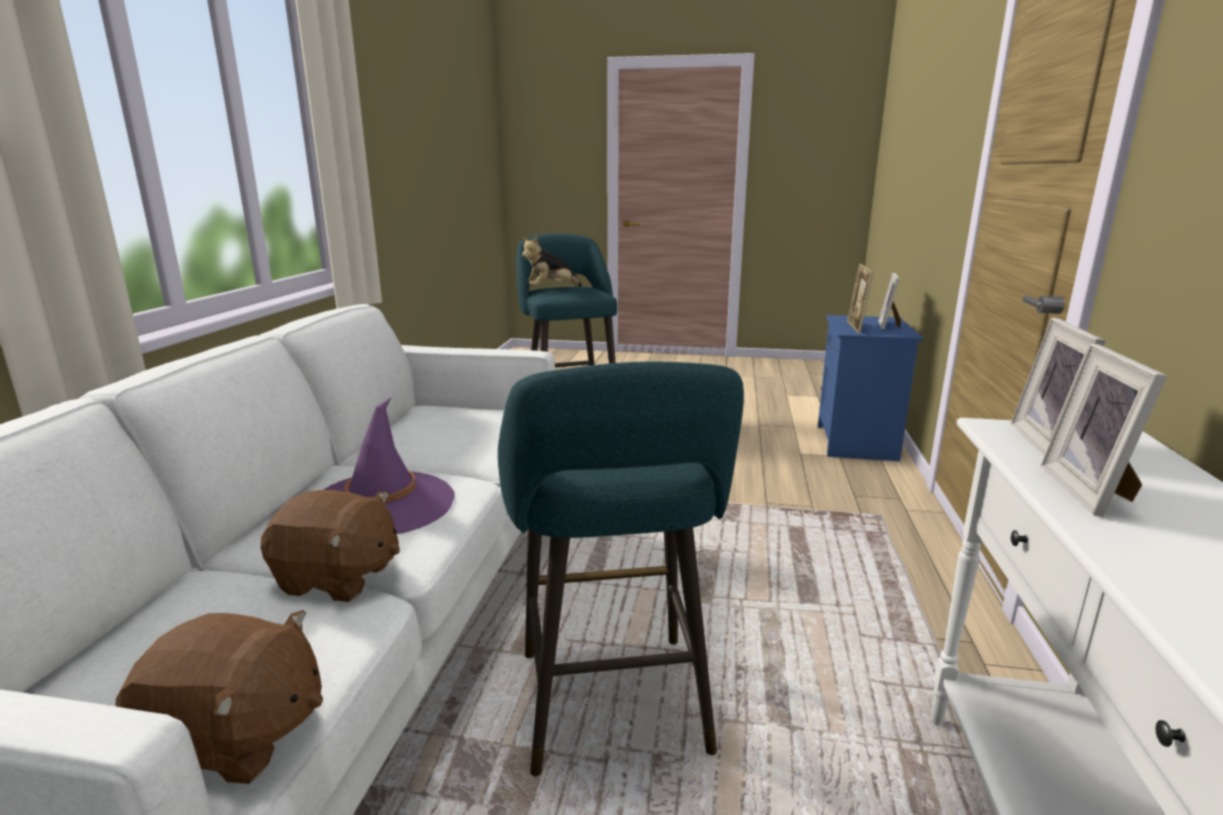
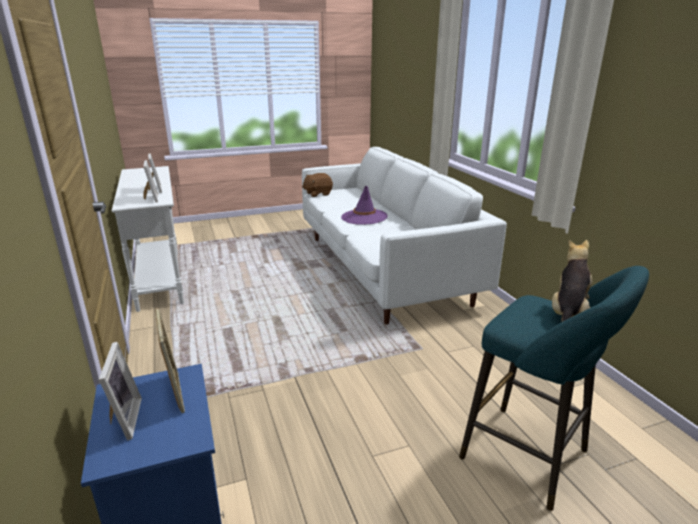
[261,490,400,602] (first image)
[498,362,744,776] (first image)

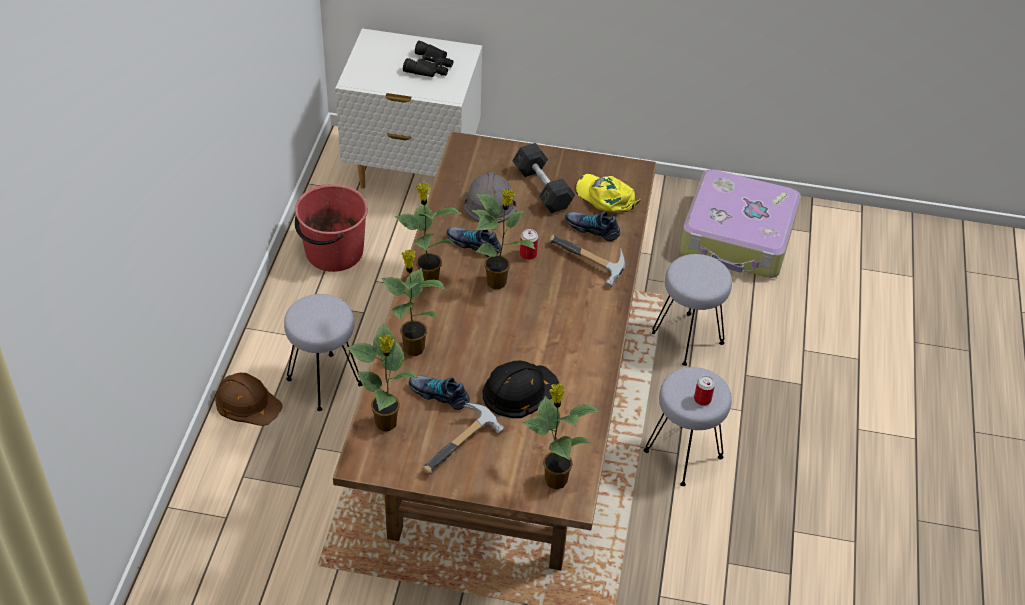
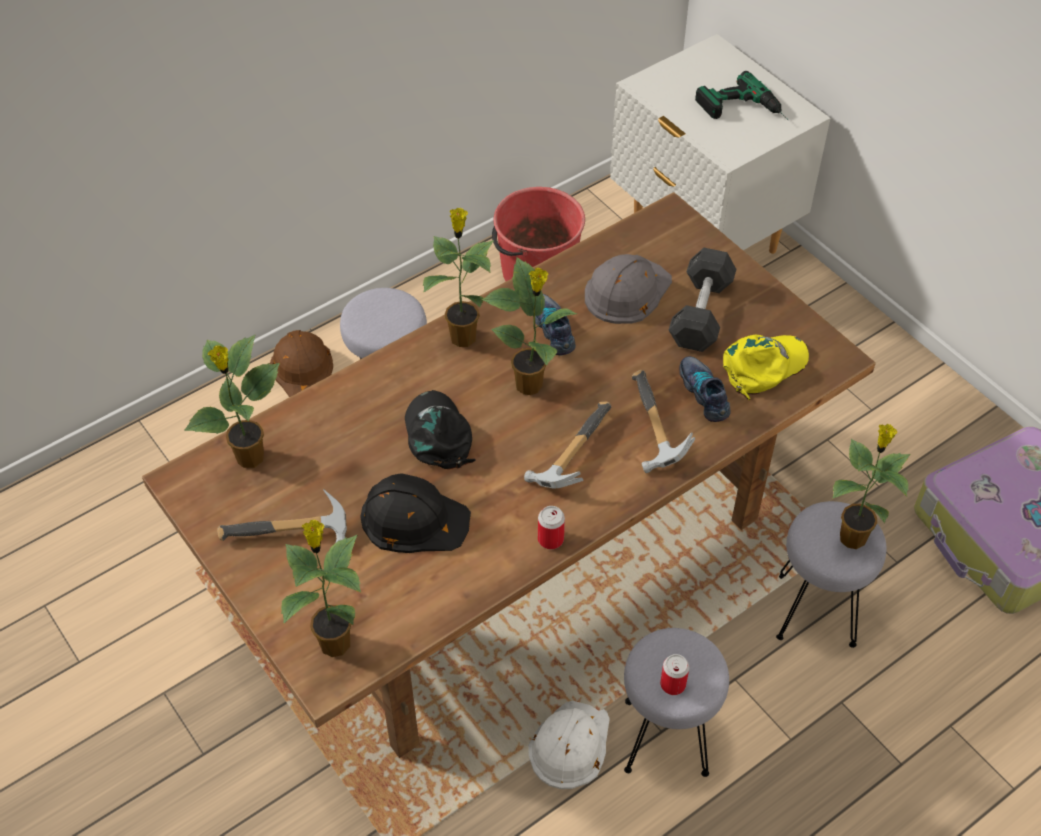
[832,424,911,549]
[695,71,789,121]
[409,375,470,410] (first image)
[538,506,565,549]
[723,335,809,400]
[405,390,476,469]
[524,401,611,488]
[528,701,610,789]

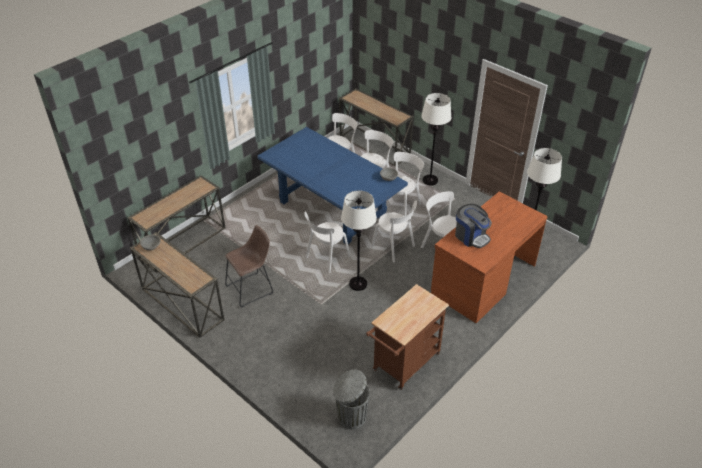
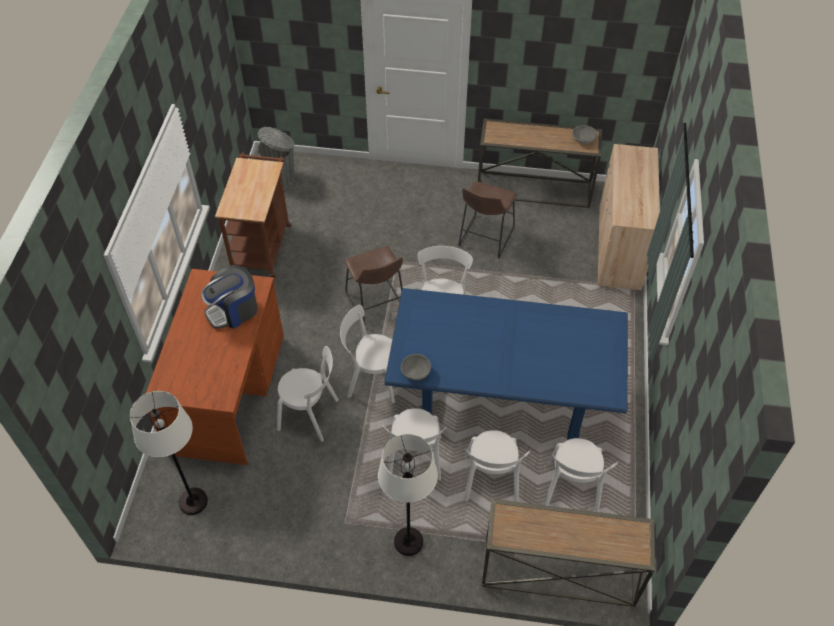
[598,144,660,291]
[344,246,403,324]
[201,265,258,329]

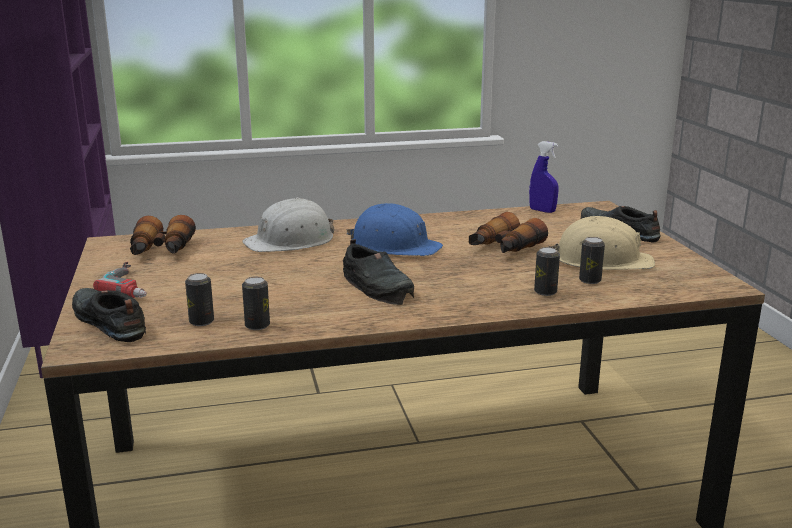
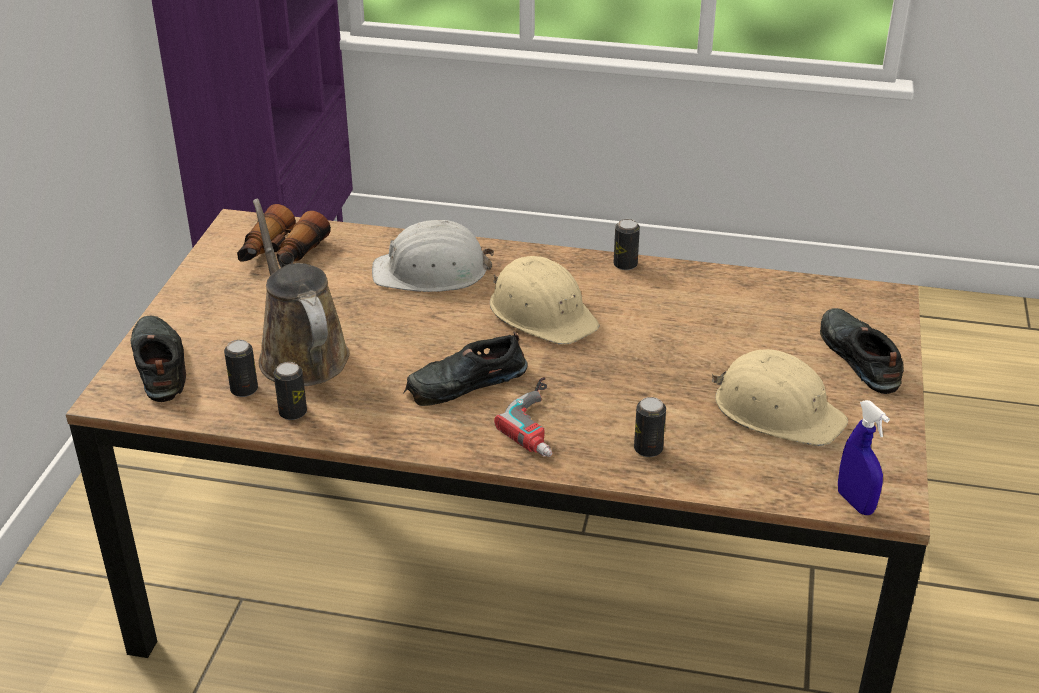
[494,377,552,457]
[403,331,528,406]
[490,256,599,345]
[469,212,548,253] (first image)
[838,400,890,515]
[614,219,640,270]
[253,199,350,386]

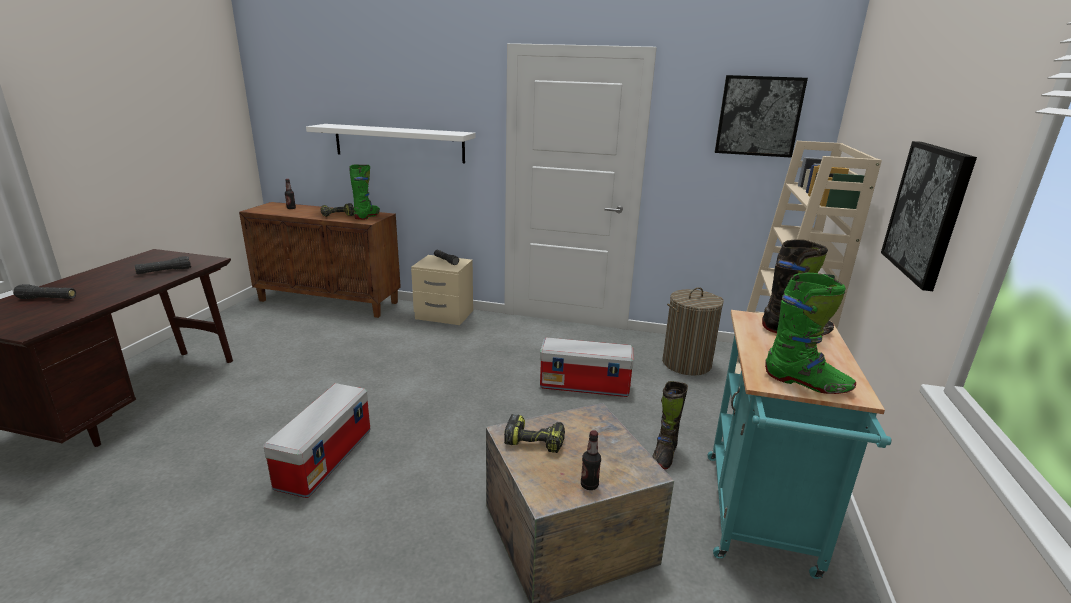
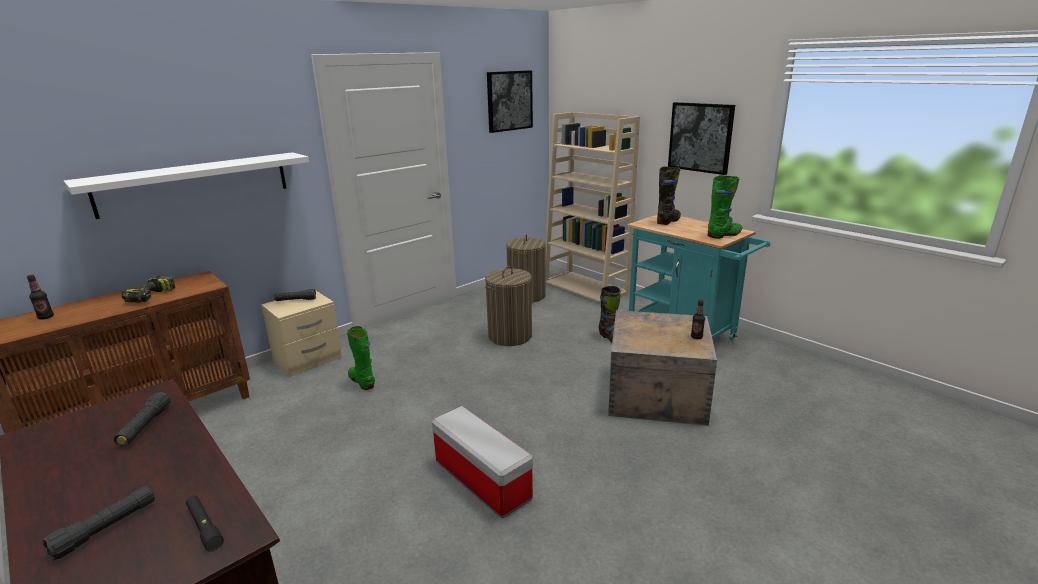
[347,326,375,390]
[504,414,565,453] (first image)
[485,266,532,346]
[186,496,224,552]

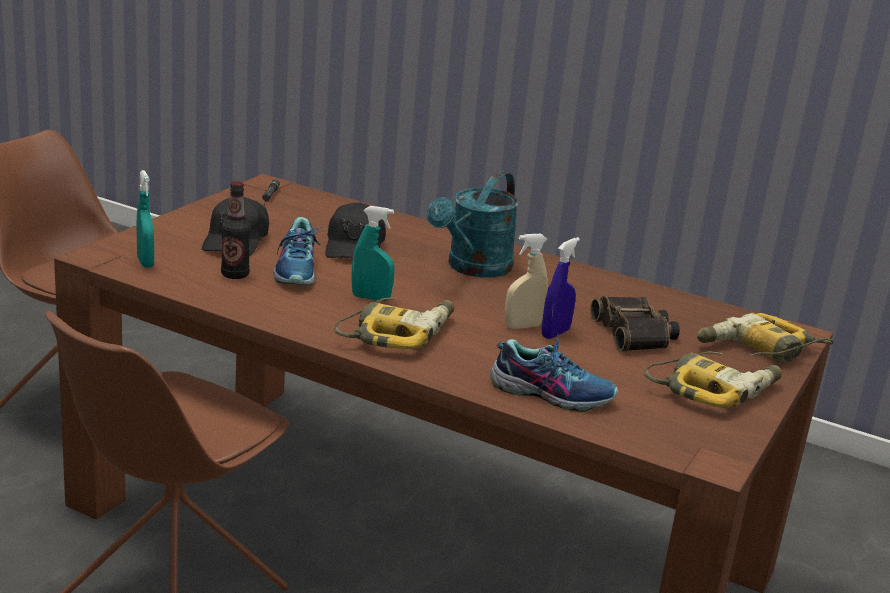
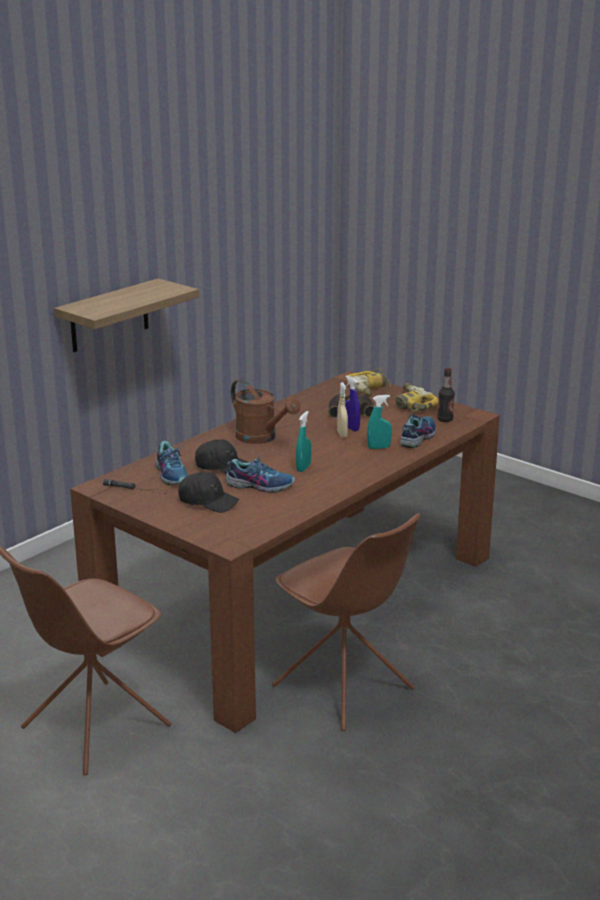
[367,395,392,449]
[437,368,455,422]
[334,297,454,349] (first image)
[231,379,300,444]
[54,278,199,352]
[155,441,188,485]

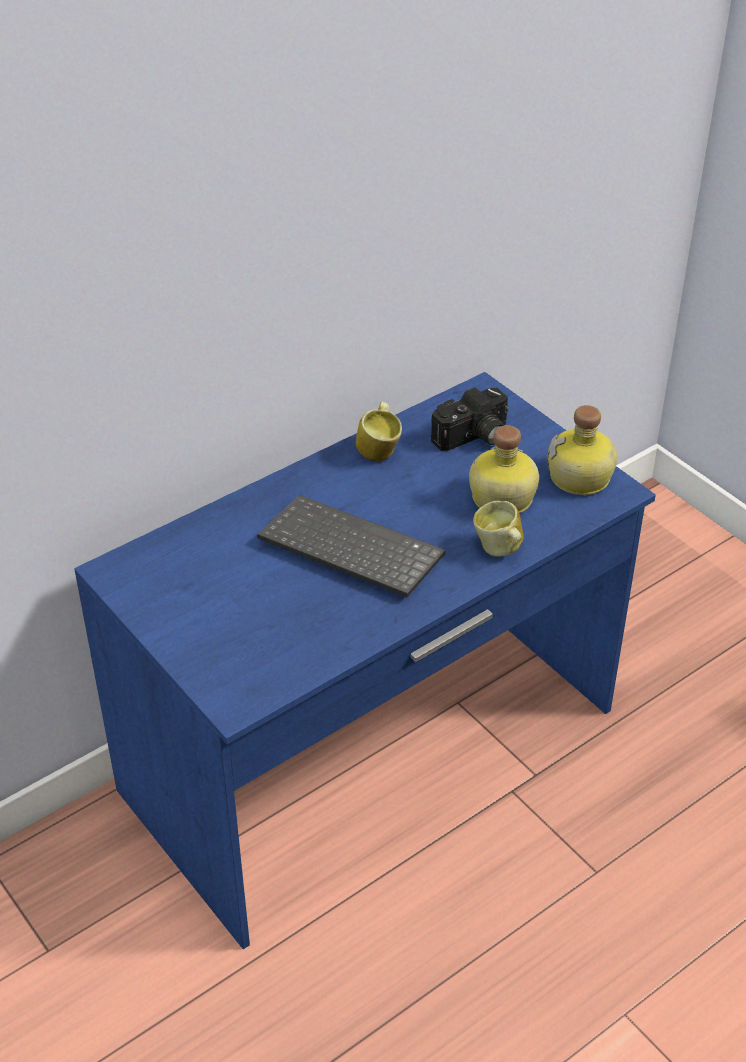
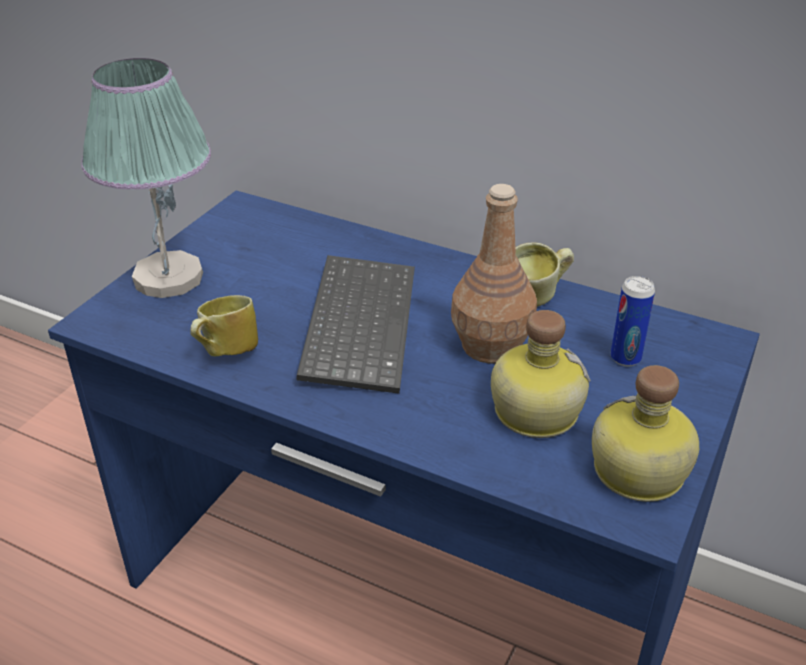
[611,276,655,366]
[190,295,258,357]
[81,58,211,298]
[451,184,537,364]

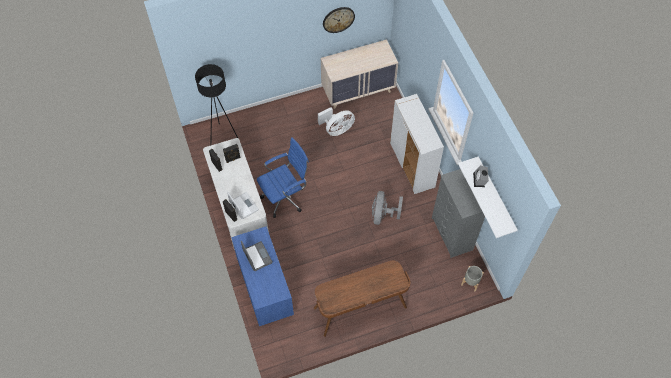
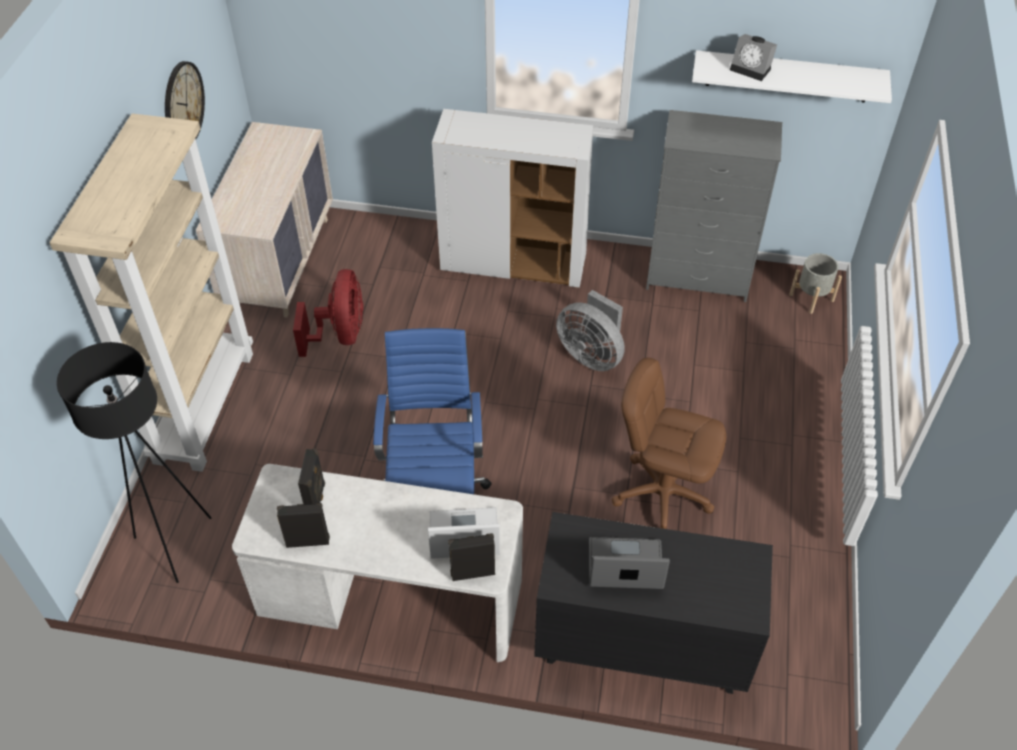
[534,512,773,694]
[314,260,410,337] (first image)
[293,269,363,357]
[49,113,253,472]
[611,358,726,529]

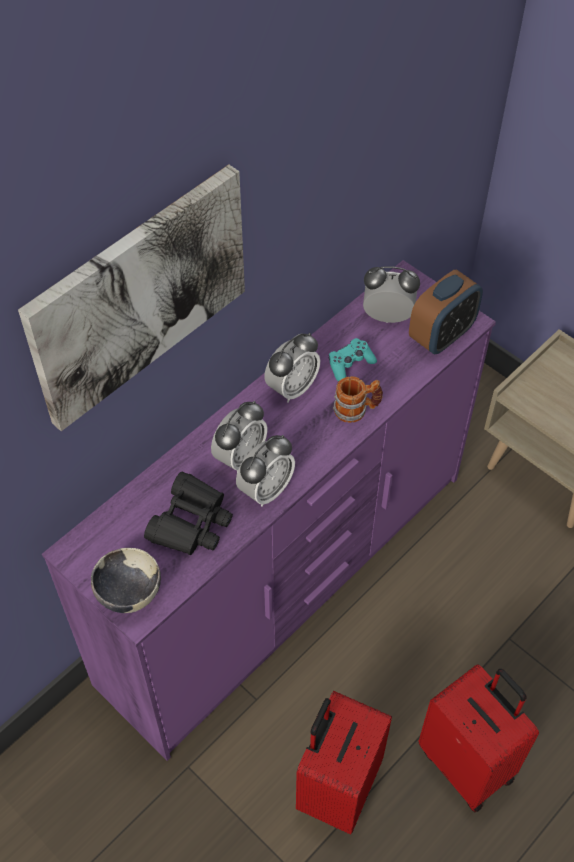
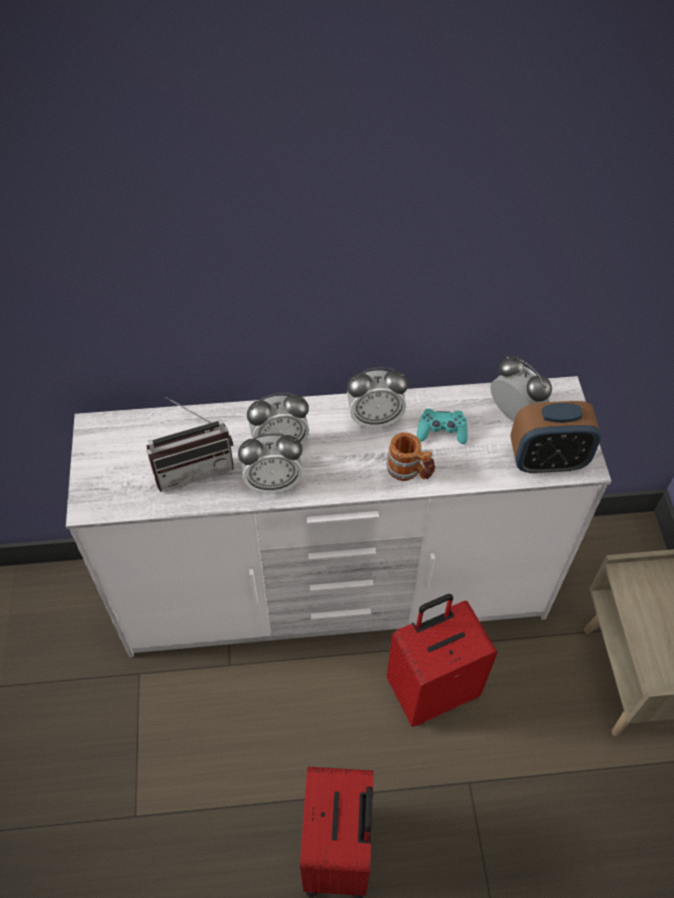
[18,165,245,431] (first image)
[66,376,611,657]
[91,548,161,613] (first image)
[146,397,234,492]
[386,594,498,727]

